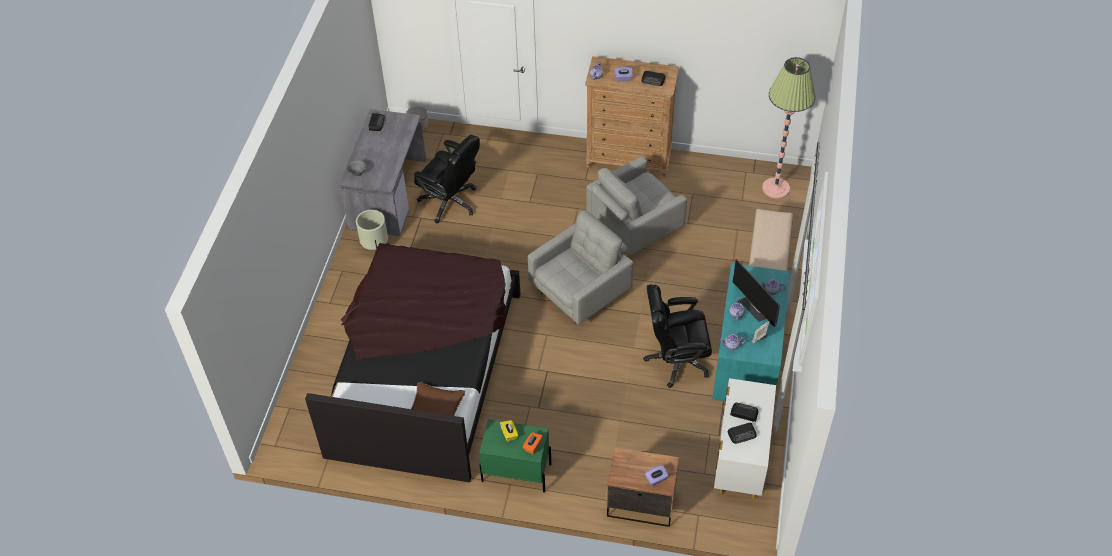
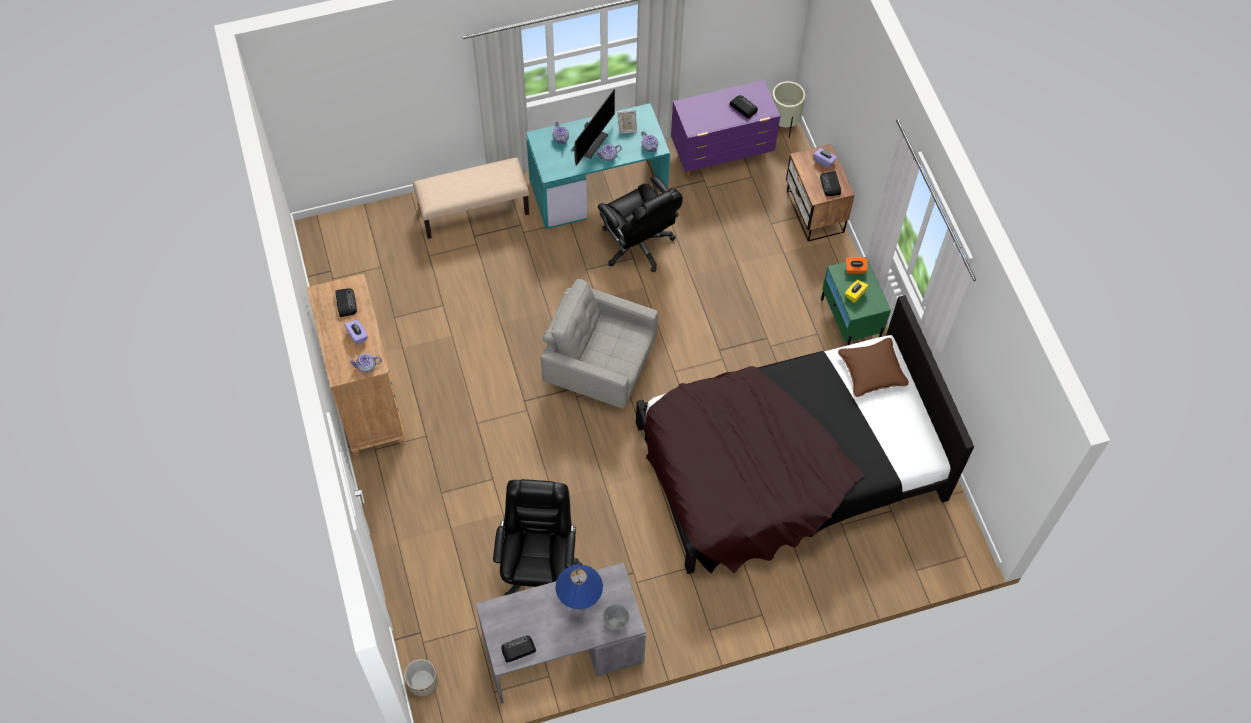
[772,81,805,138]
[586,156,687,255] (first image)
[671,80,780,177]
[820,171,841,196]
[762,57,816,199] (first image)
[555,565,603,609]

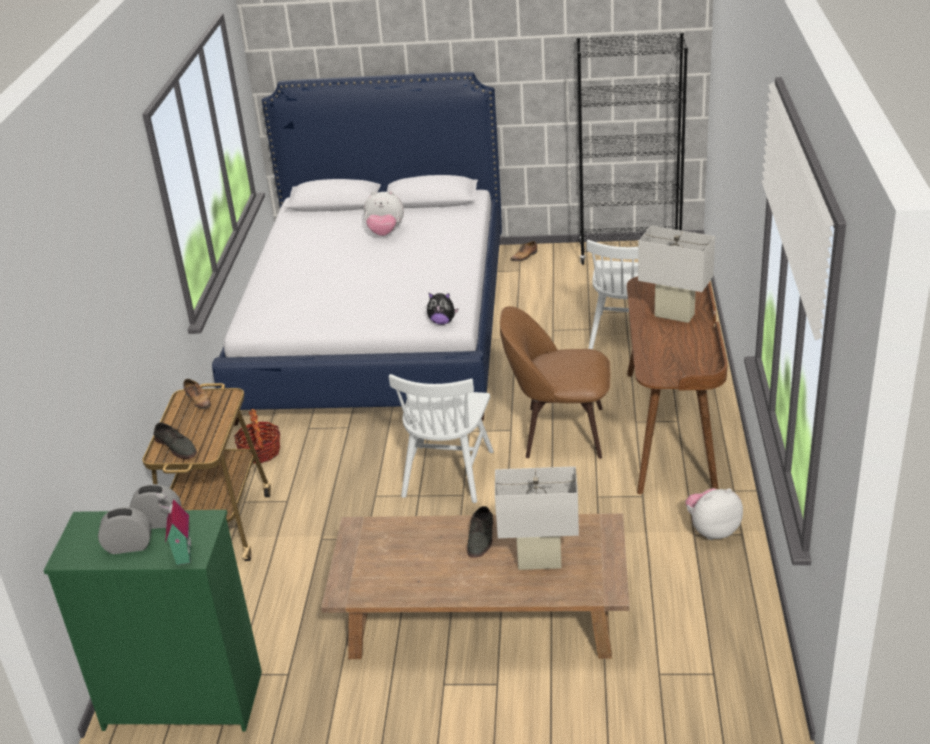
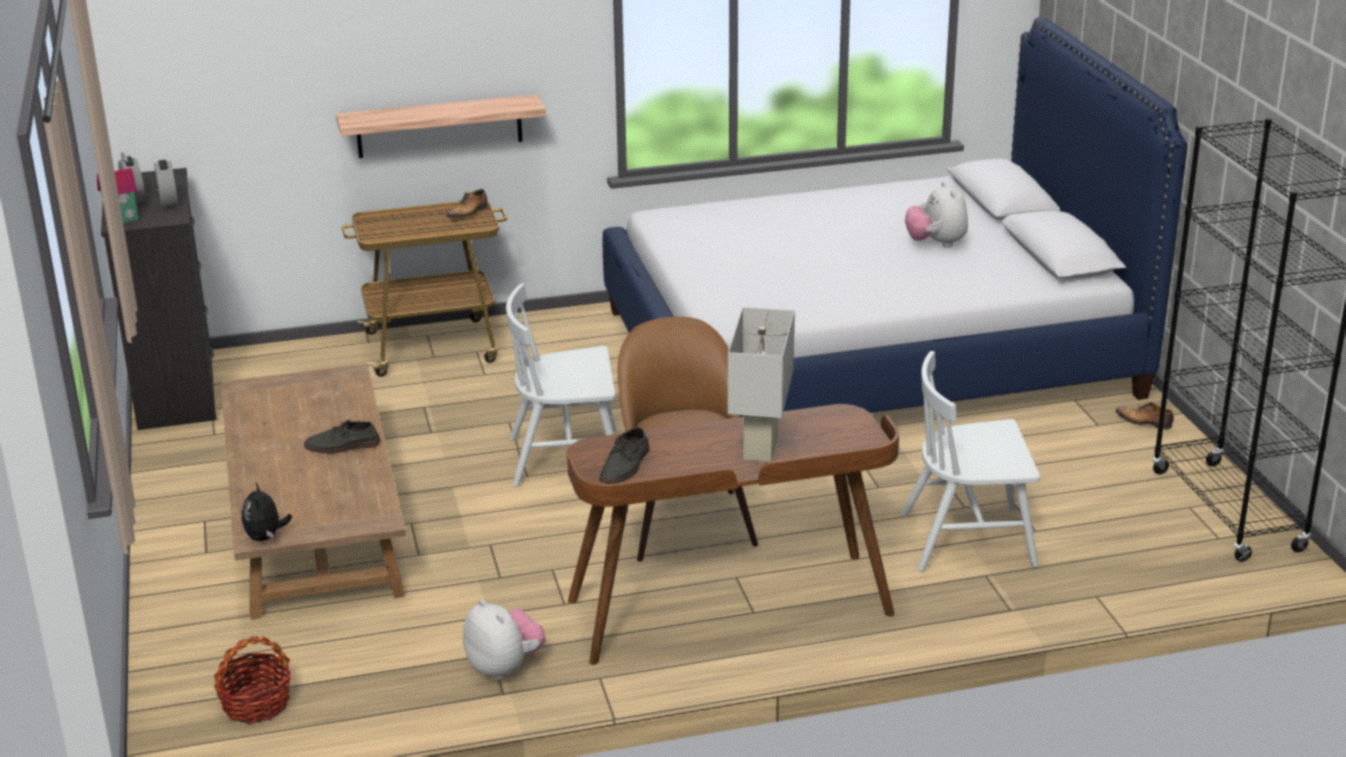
[101,168,217,430]
[600,427,649,484]
[214,636,291,724]
[241,482,292,541]
[495,466,579,570] (first image)
[336,94,546,158]

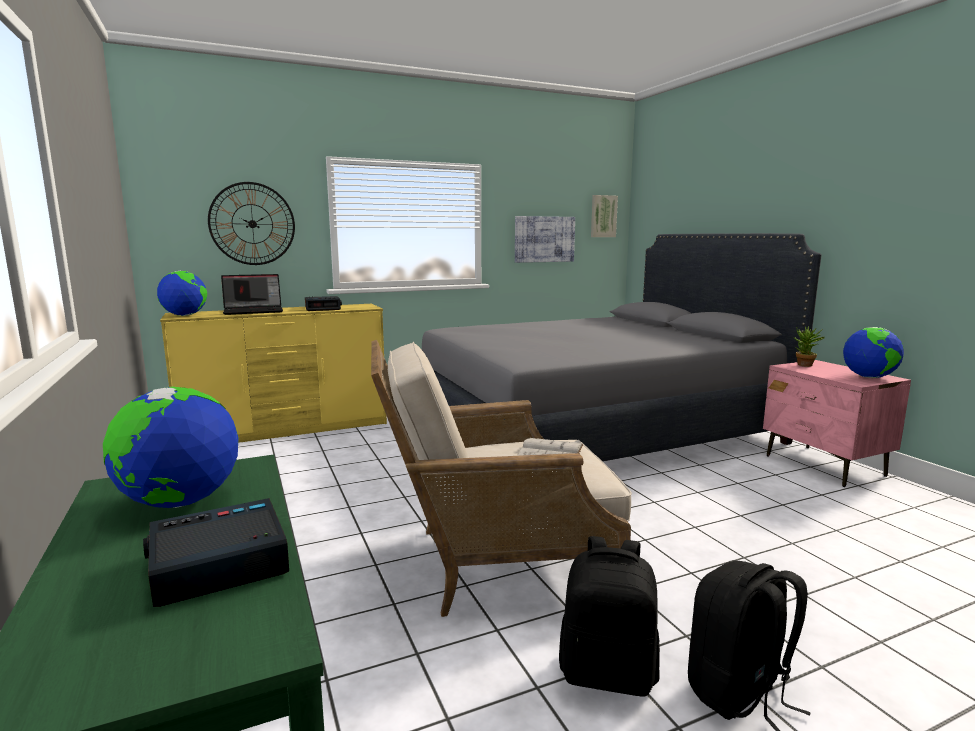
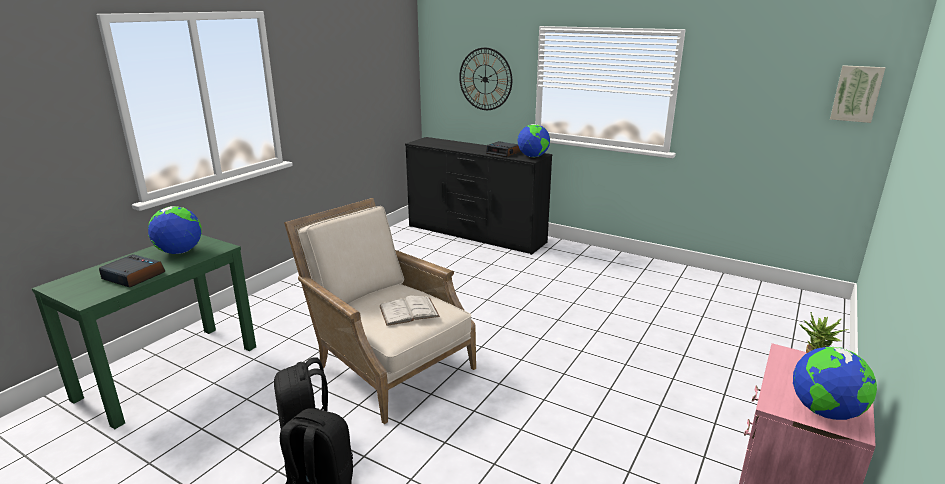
[518,124,550,157]
[405,137,553,255]
[221,274,283,315] (first image)
[422,233,821,461] (first image)
[515,216,575,263] (first image)

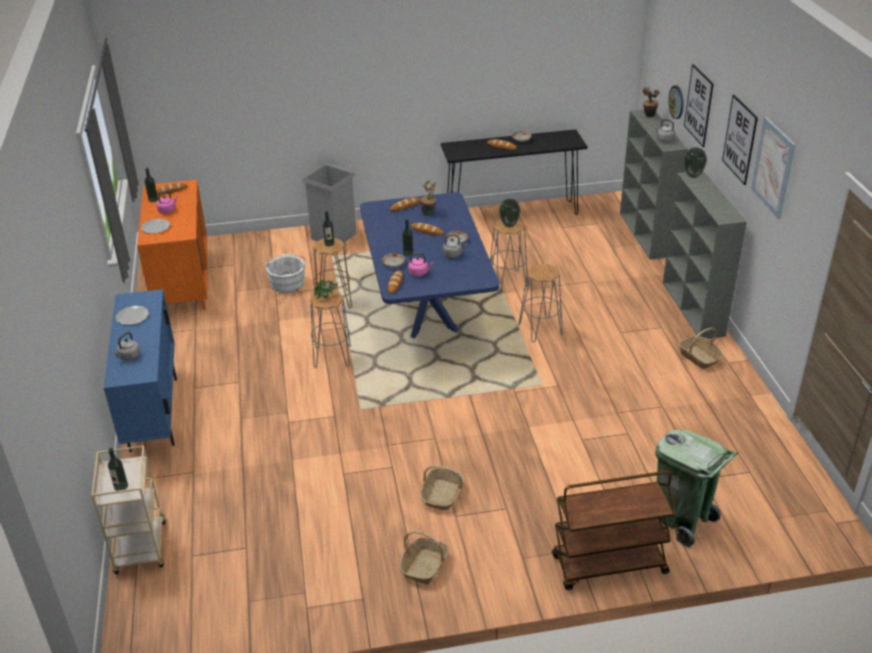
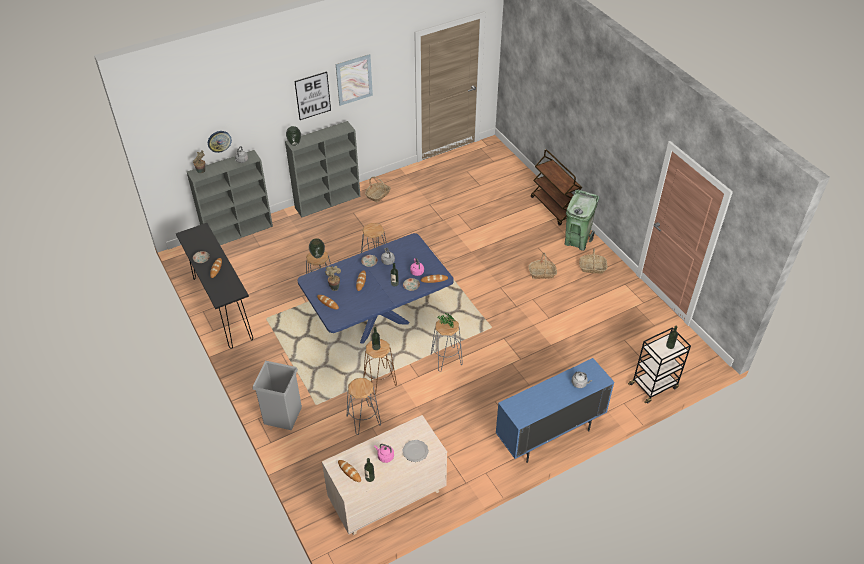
[628,327,691,404]
[116,306,149,325] (first image)
[322,415,447,535]
[347,378,381,435]
[565,190,599,251]
[684,64,713,147] (first image)

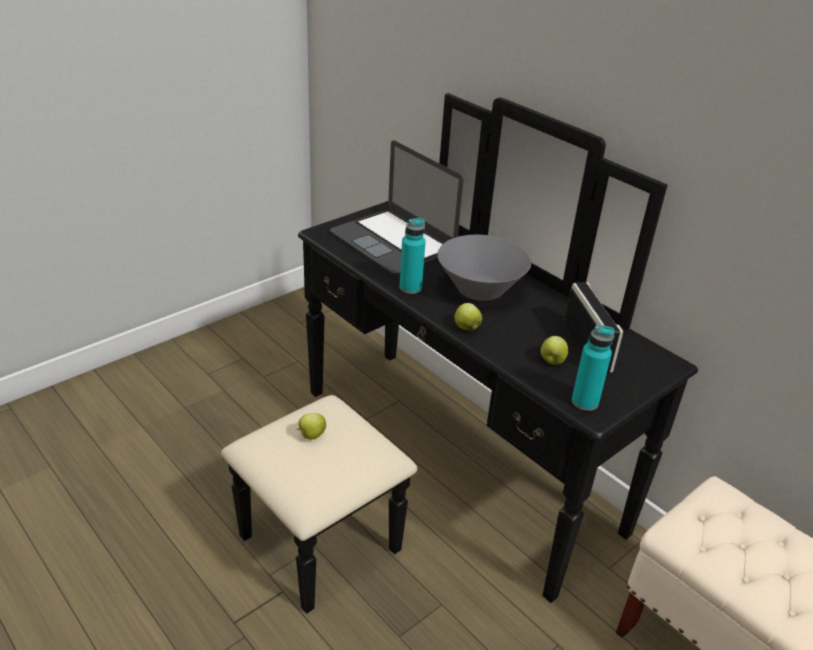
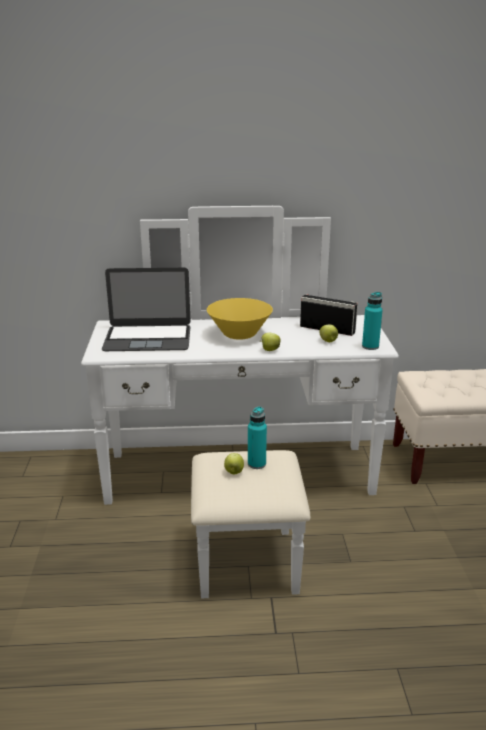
[81,206,399,599]
[248,406,267,469]
[207,298,273,340]

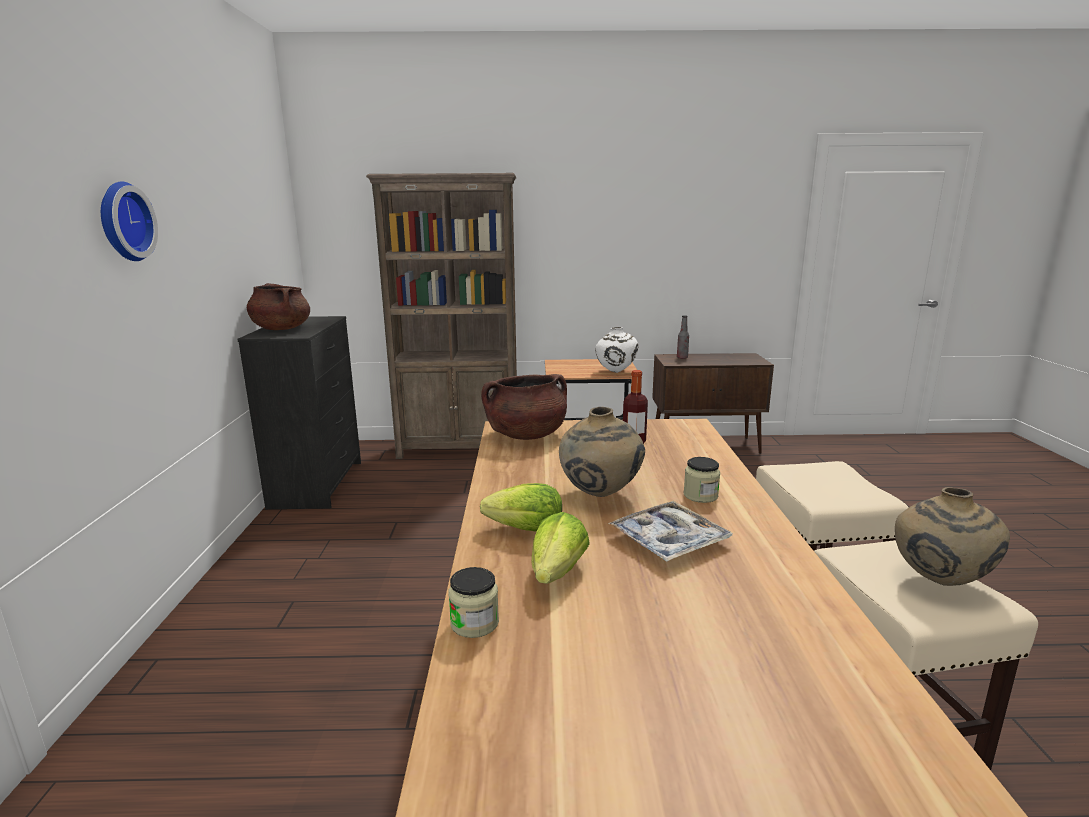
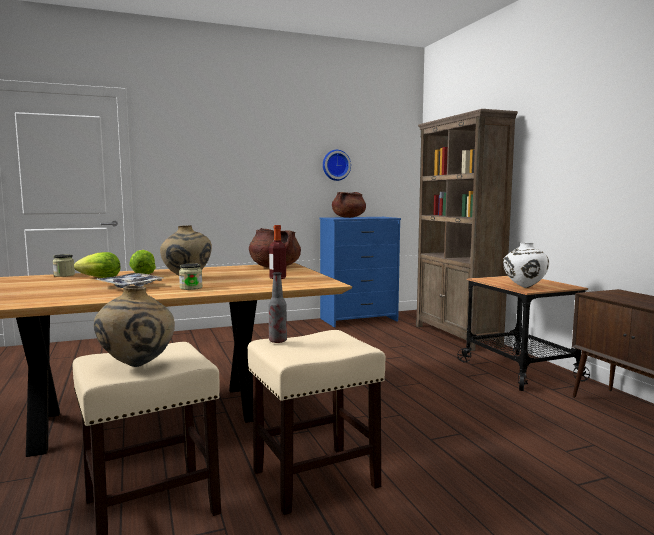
[323,150,351,181]
[319,217,401,328]
[269,272,287,343]

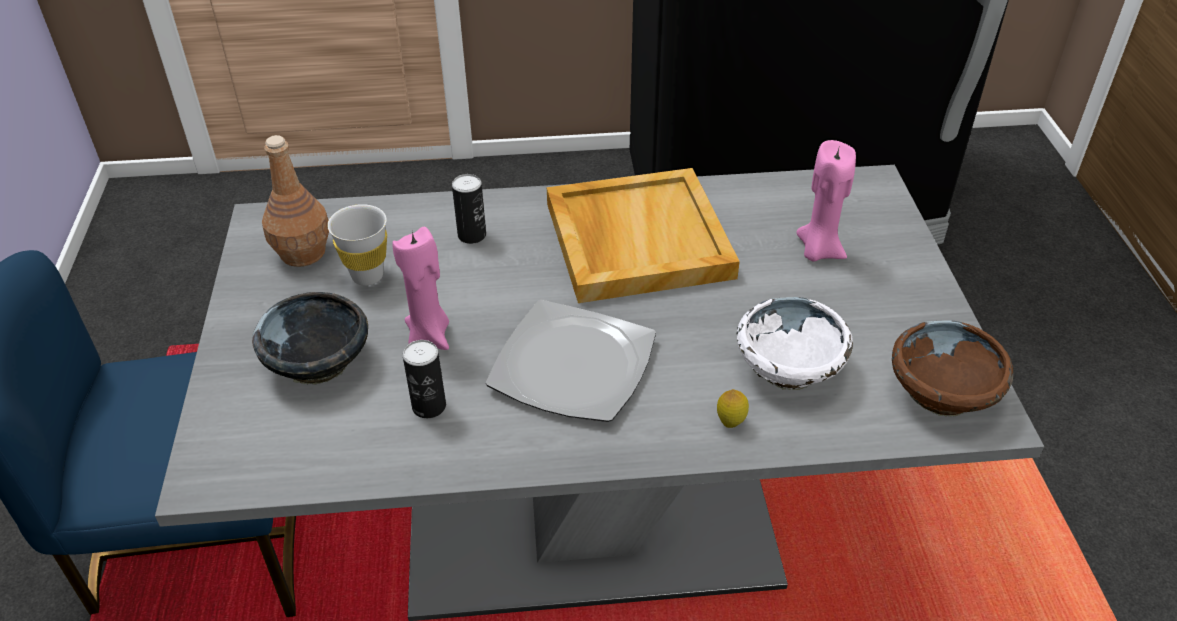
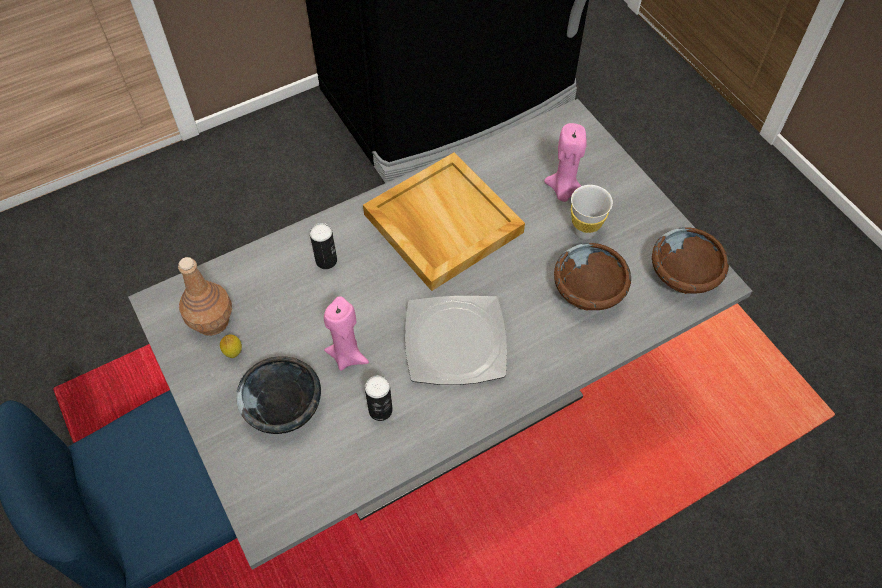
[571,185,613,240]
[220,335,242,358]
[554,243,631,311]

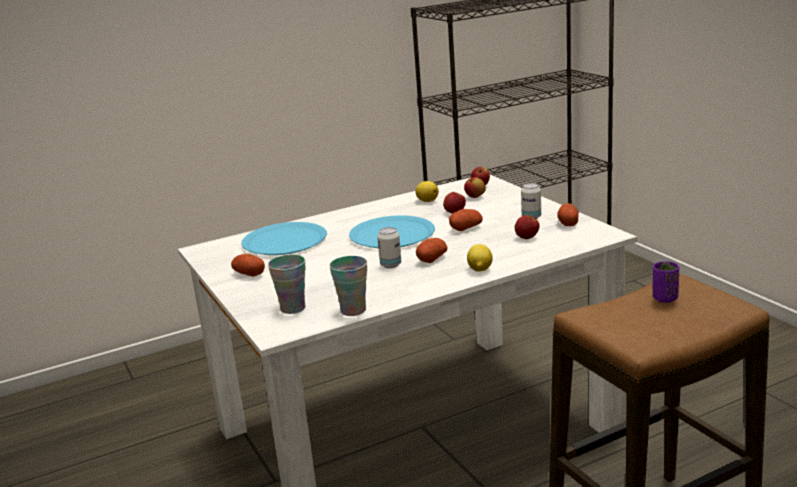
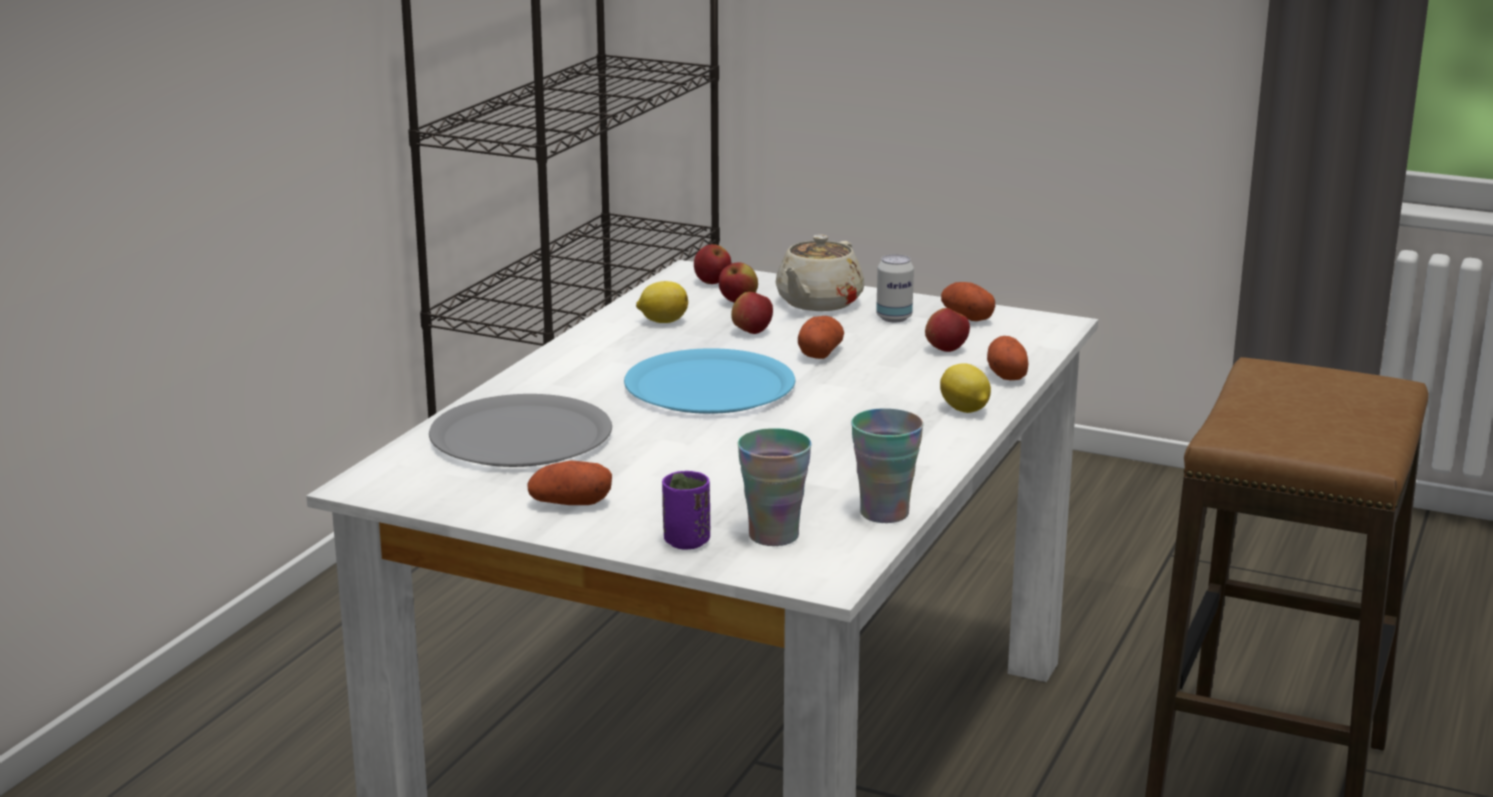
[429,394,612,467]
[377,227,401,268] (first image)
[987,336,1028,380]
[662,471,710,550]
[776,235,865,311]

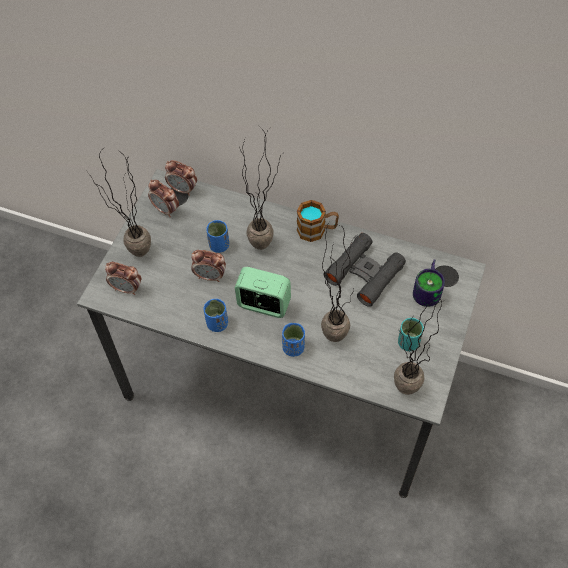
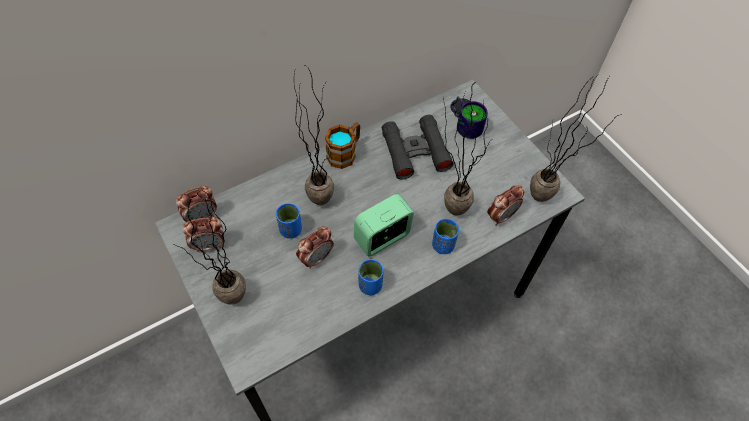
[487,185,524,226]
[398,318,424,351] (first image)

